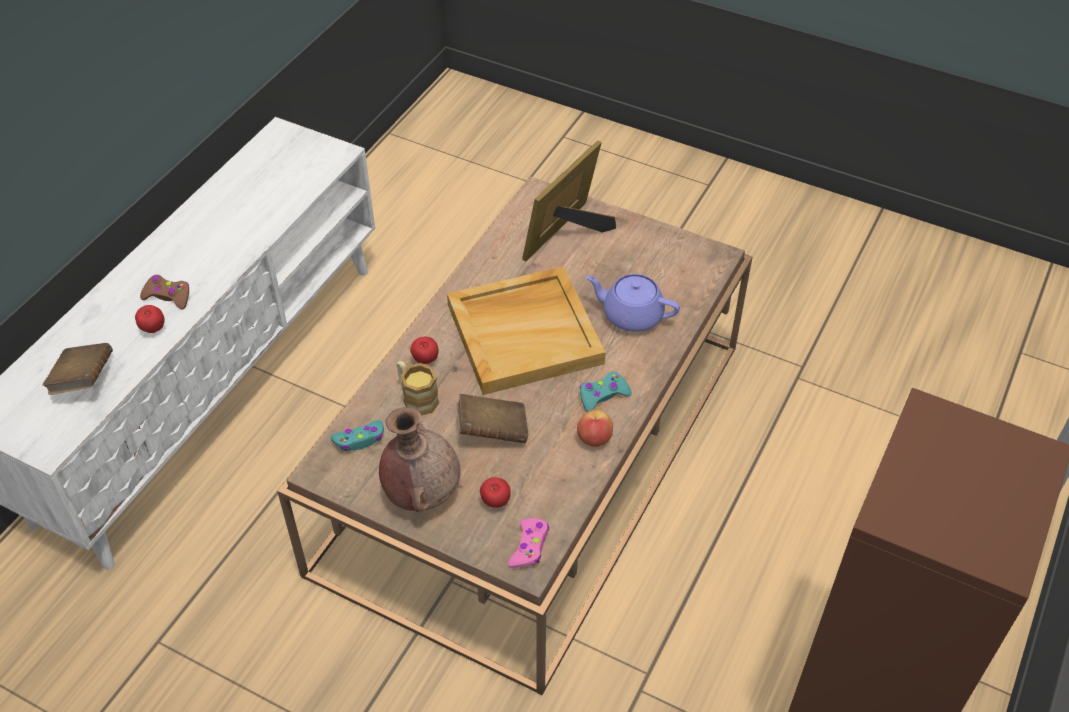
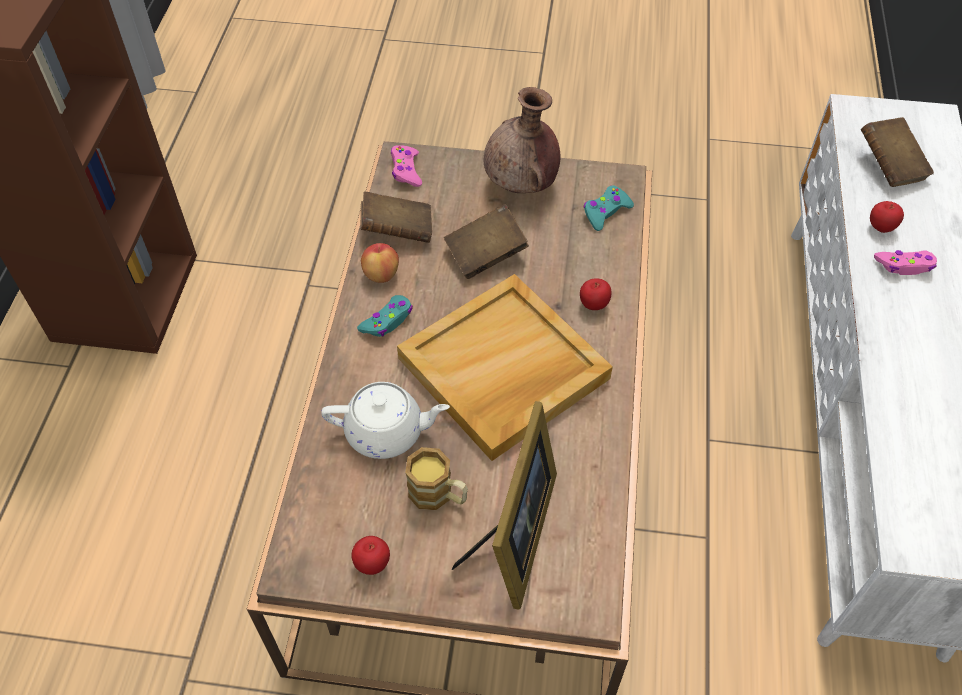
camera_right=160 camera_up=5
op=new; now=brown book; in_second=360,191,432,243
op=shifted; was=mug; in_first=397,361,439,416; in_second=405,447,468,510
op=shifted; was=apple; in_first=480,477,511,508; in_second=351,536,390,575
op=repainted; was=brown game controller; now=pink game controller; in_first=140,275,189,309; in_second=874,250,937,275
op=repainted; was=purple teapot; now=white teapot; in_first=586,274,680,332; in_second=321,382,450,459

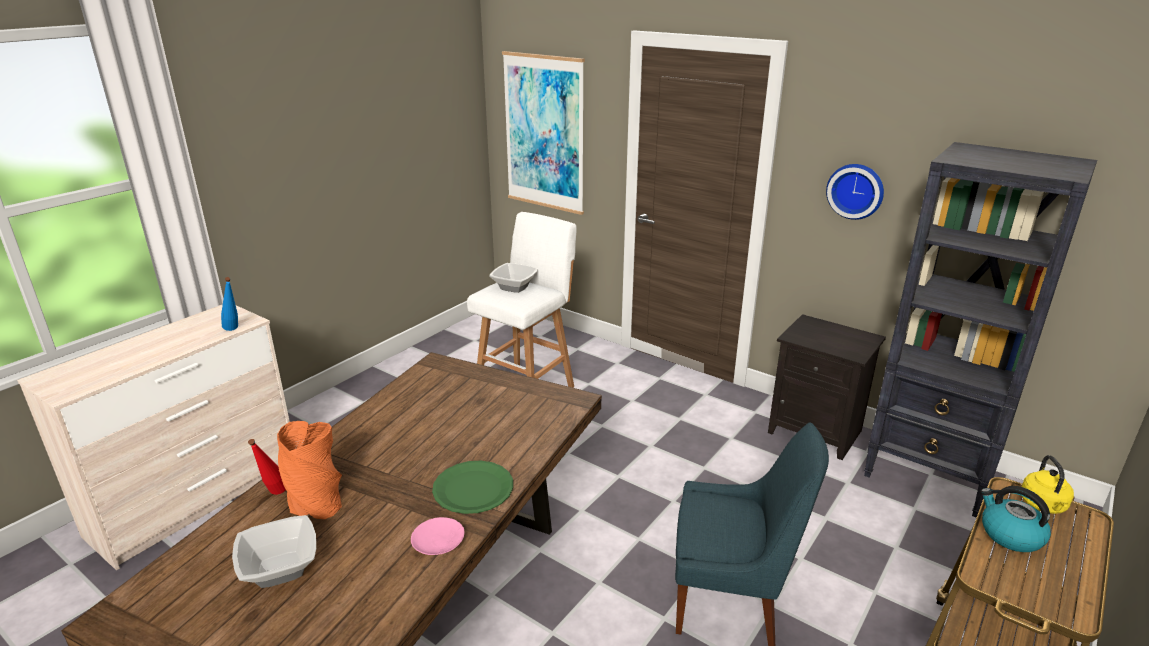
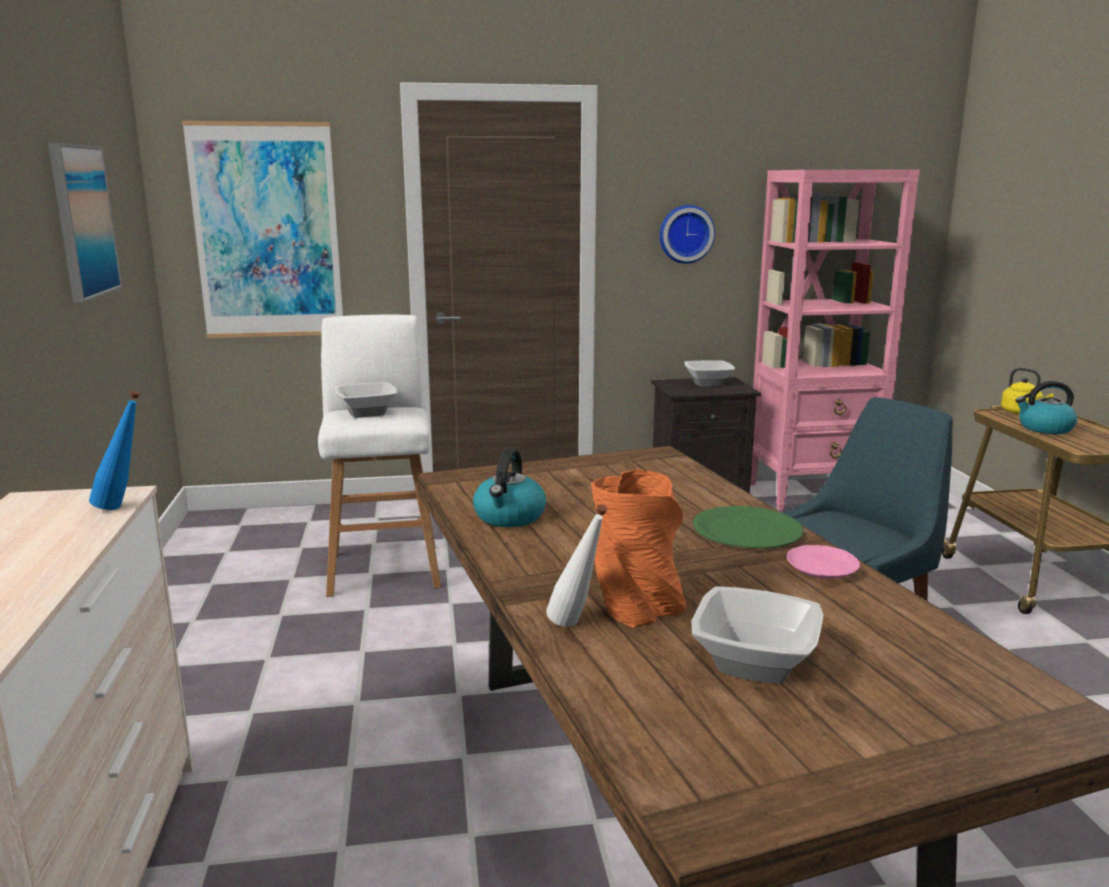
camera_right=-45 camera_up=-10
op=new; now=picture; in_second=48,143,122,303
op=new; now=kettle; in_second=473,449,546,527
op=new; now=bowl; in_second=684,360,735,387
op=repainted; was=red bottle; now=white bottle; in_first=248,439,286,495; in_second=546,504,607,627
op=repainted; was=black bookcase; now=pink bookcase; in_first=864,142,1097,518; in_second=750,170,920,511

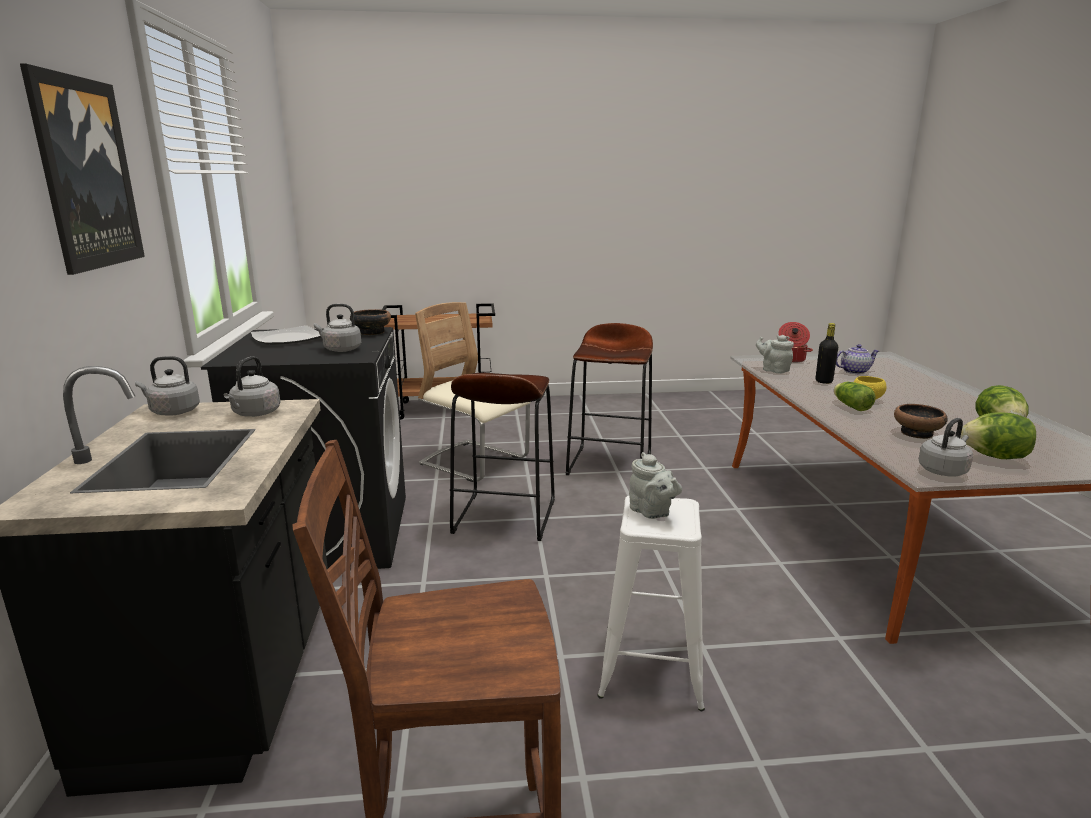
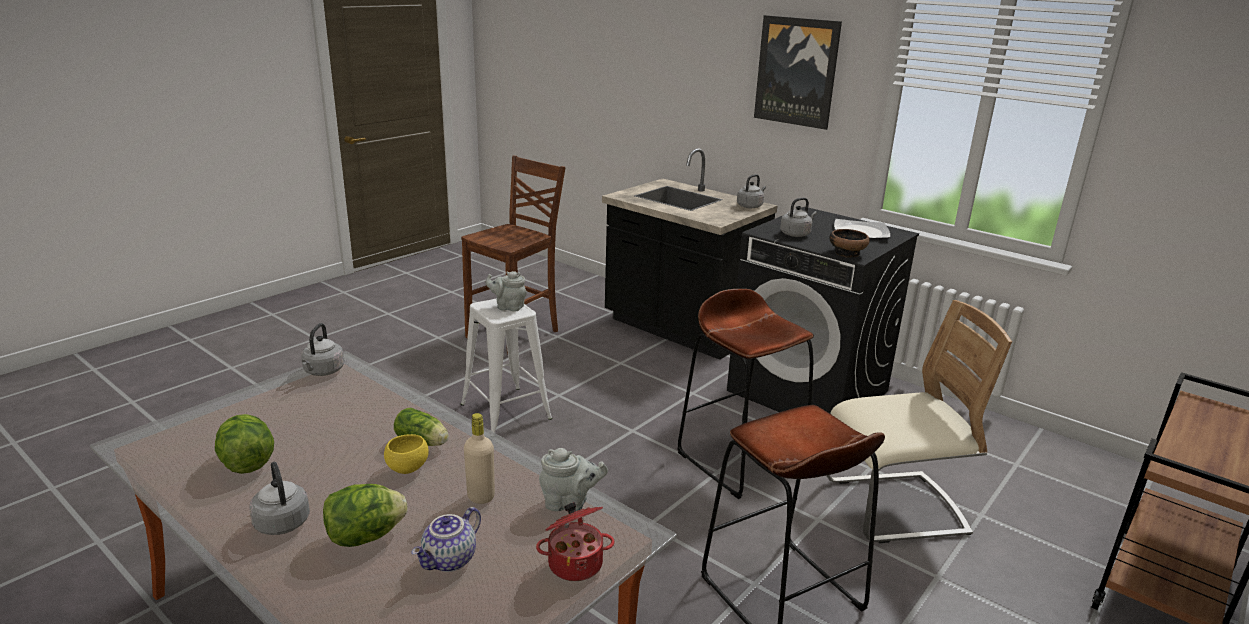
camera_right=135 camera_up=5
op=gone; was=bowl; in_first=894,404,948,439
op=shifted; was=grey kettle; in_first=224,356,280,417; in_second=249,462,310,535
op=shifted; was=lettuce; in_first=960,413,1036,459; in_second=323,484,408,547
op=repainted; was=black bottle; now=beige bottle; in_first=816,323,838,384; in_second=464,413,495,504

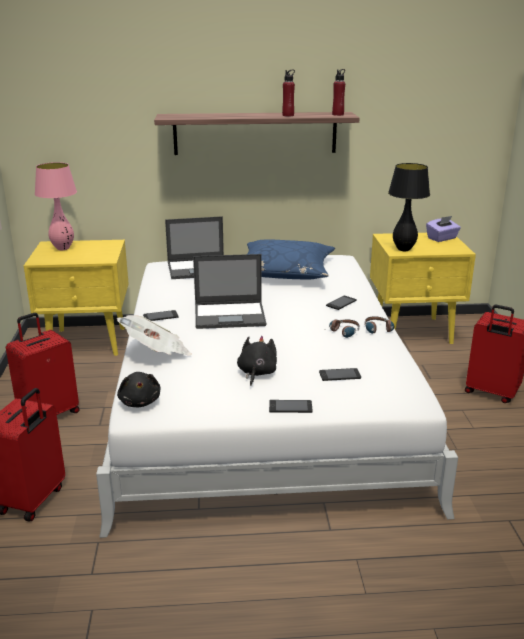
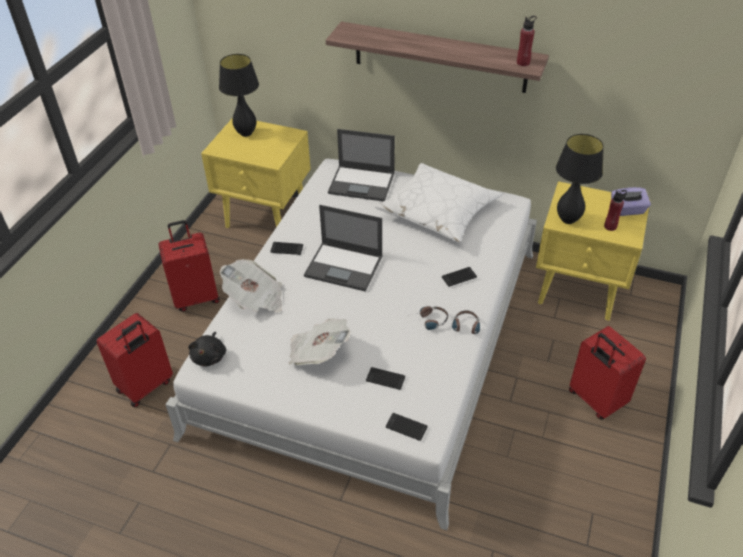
camera_right=25 camera_up=20
op=shifted; was=phone; in_first=269,400,313,413; in_second=386,413,428,441
op=shifted; was=red bottle; in_first=282,69,295,117; in_second=604,190,627,231
op=swapped; was=black plush toy; now=newspaper; in_first=237,336,277,386; in_second=289,319,350,365
op=repainted; was=pink table lamp; now=black table lamp; in_first=35,162,77,250; in_second=219,54,259,137
op=repainted; was=blue pillow; now=white pillow; in_first=247,239,335,280; in_second=374,163,503,243

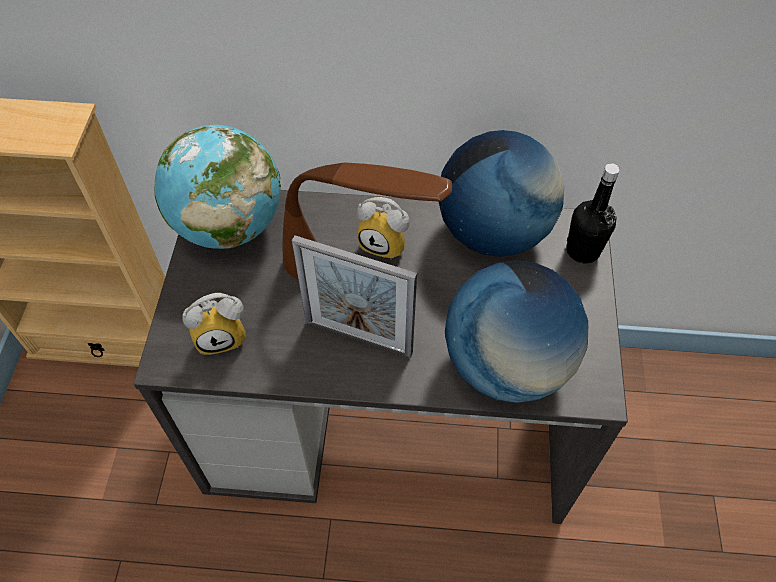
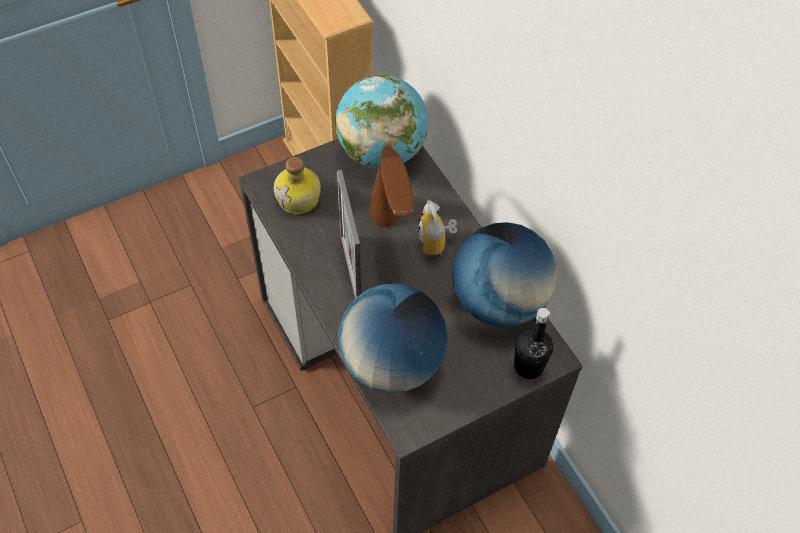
camera_right=55 camera_up=0
op=swapped; was=alarm clock; now=bottle; in_first=182,293,246,355; in_second=274,157,321,214

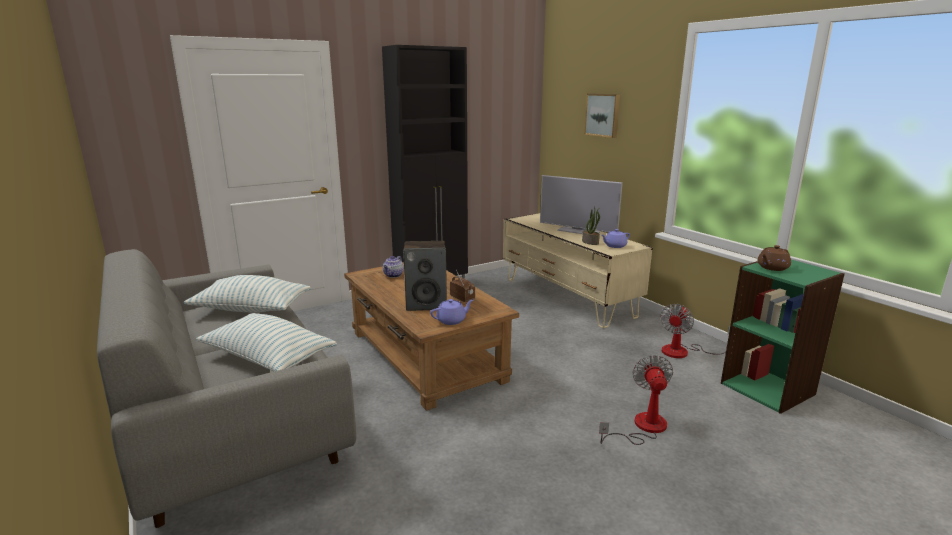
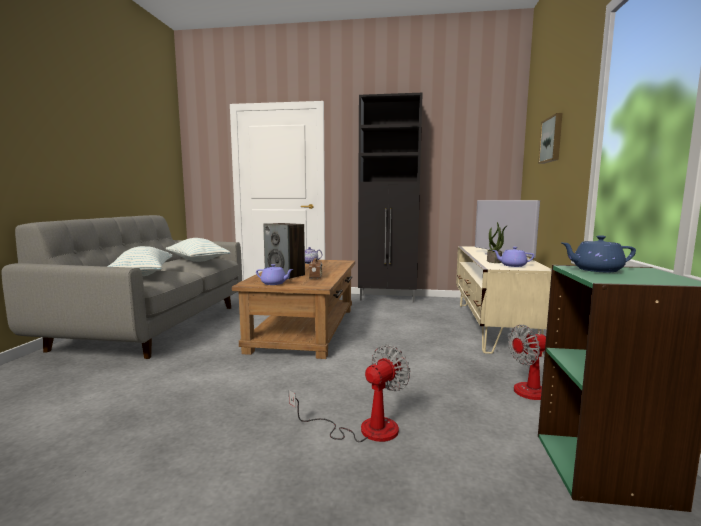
camera_right=40 camera_up=-10
op=repainted; was=brown teapot; now=blue teapot; in_first=757,245,791,271; in_second=562,235,636,272

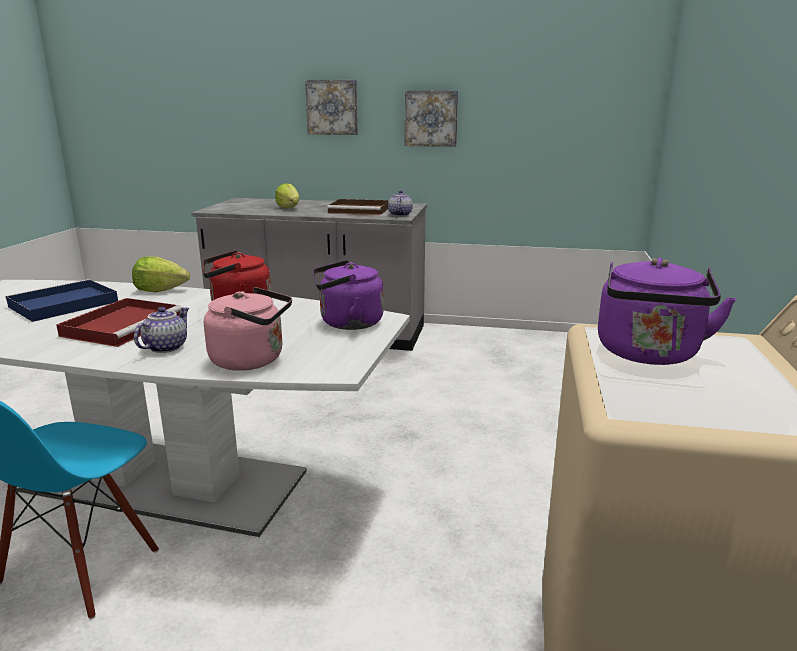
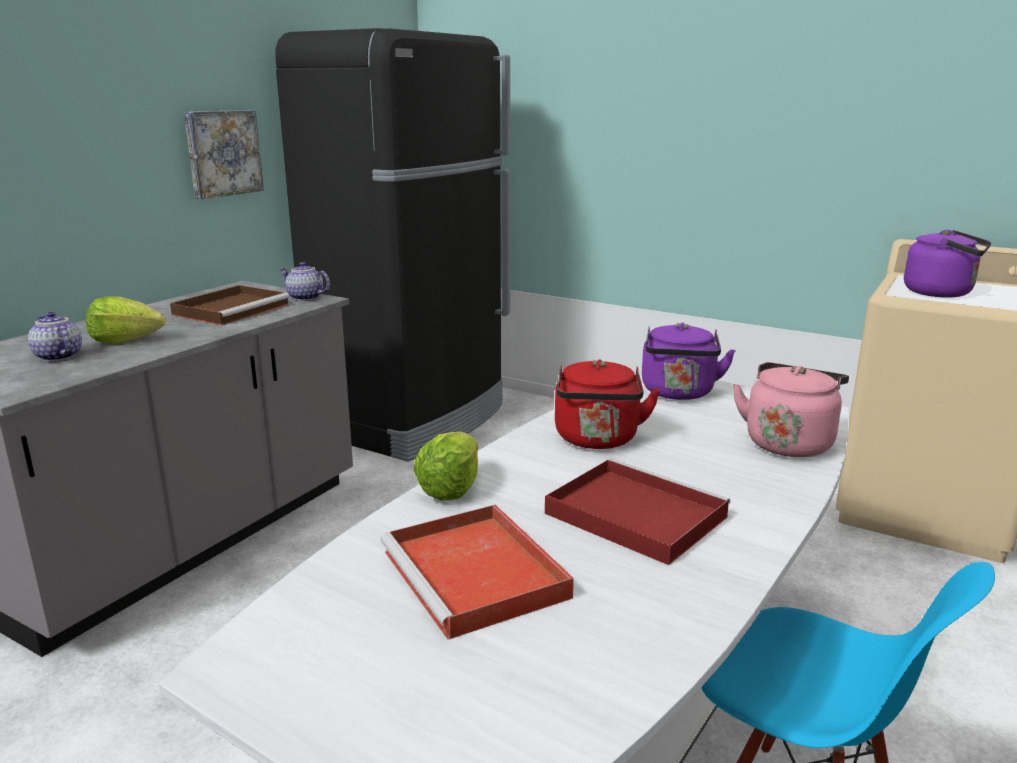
camera_right=-70 camera_up=0
op=gone; was=picture; in_first=305,80,358,135
op=new; now=black fridge; in_second=275,28,510,462
op=shifted; was=teapot; in_first=134,307,189,353; in_second=28,312,82,361
op=repainted; was=blue tray; now=red tray; in_first=5,279,118,322; in_second=380,505,574,640

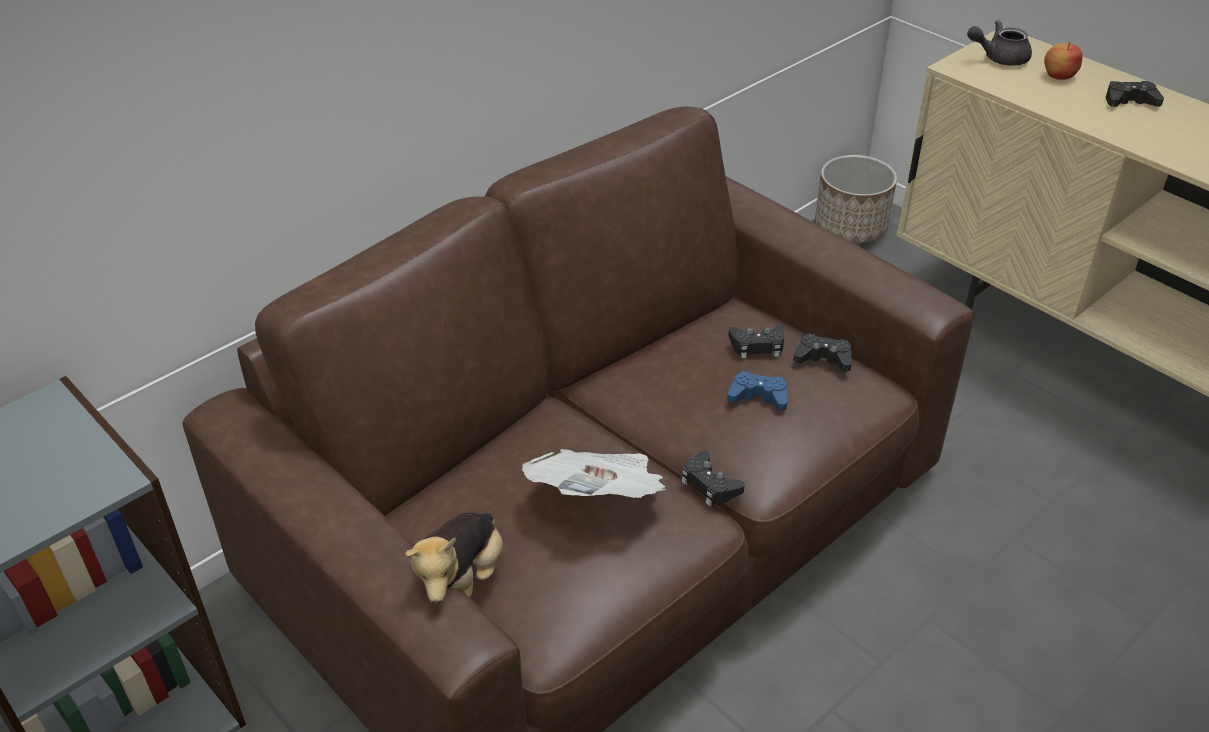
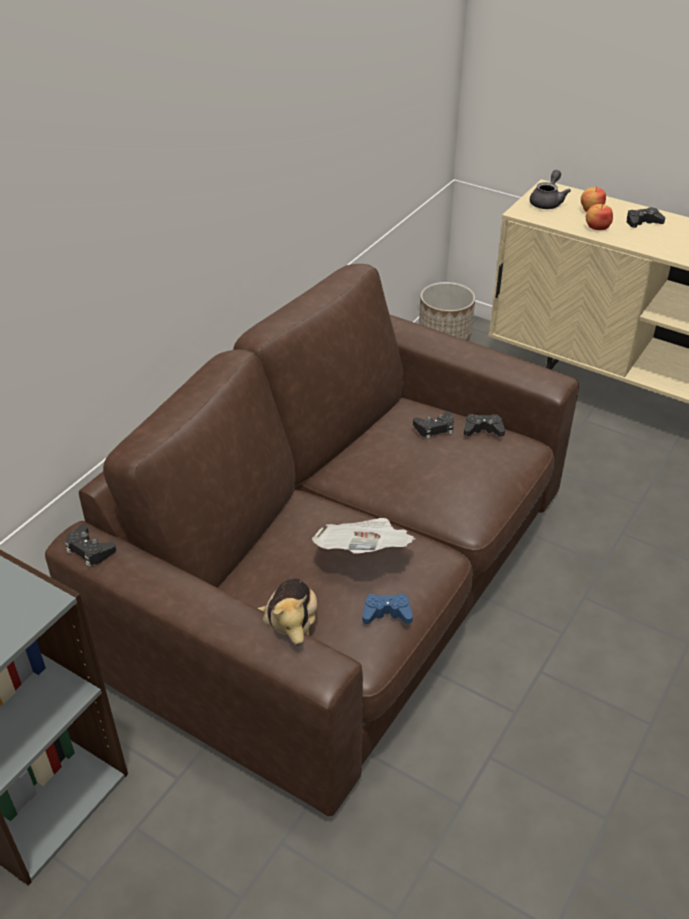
camera_right=-15 camera_up=0
op=new; now=apple; in_second=586,204,613,230
op=shifted; was=black game controller; in_first=681,451,745,506; in_second=65,525,116,567
op=shifted; was=blue game controller; in_first=727,371,787,411; in_second=362,594,413,624
op=rotated; was=grey teapot; in_first=967,20,1032,66; in_second=530,170,571,209; clockwise=135

